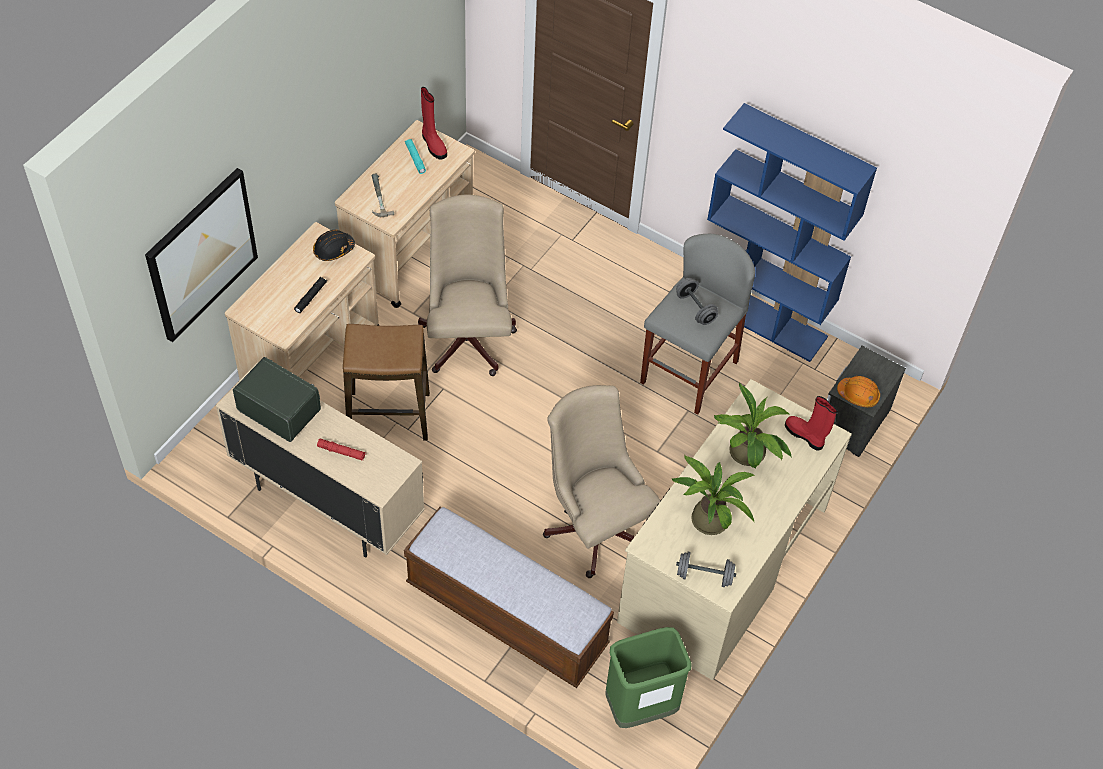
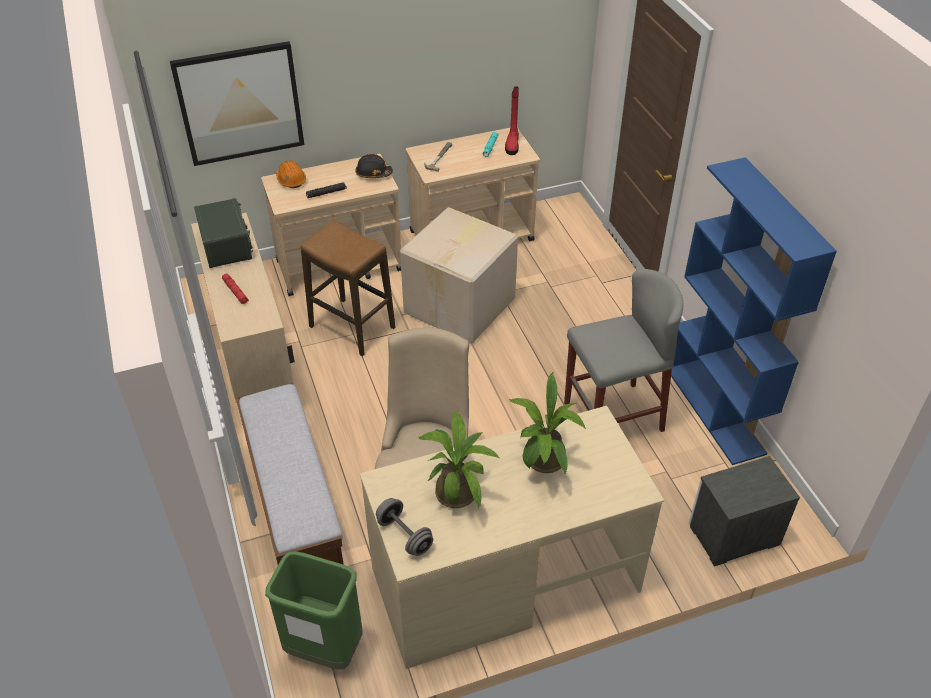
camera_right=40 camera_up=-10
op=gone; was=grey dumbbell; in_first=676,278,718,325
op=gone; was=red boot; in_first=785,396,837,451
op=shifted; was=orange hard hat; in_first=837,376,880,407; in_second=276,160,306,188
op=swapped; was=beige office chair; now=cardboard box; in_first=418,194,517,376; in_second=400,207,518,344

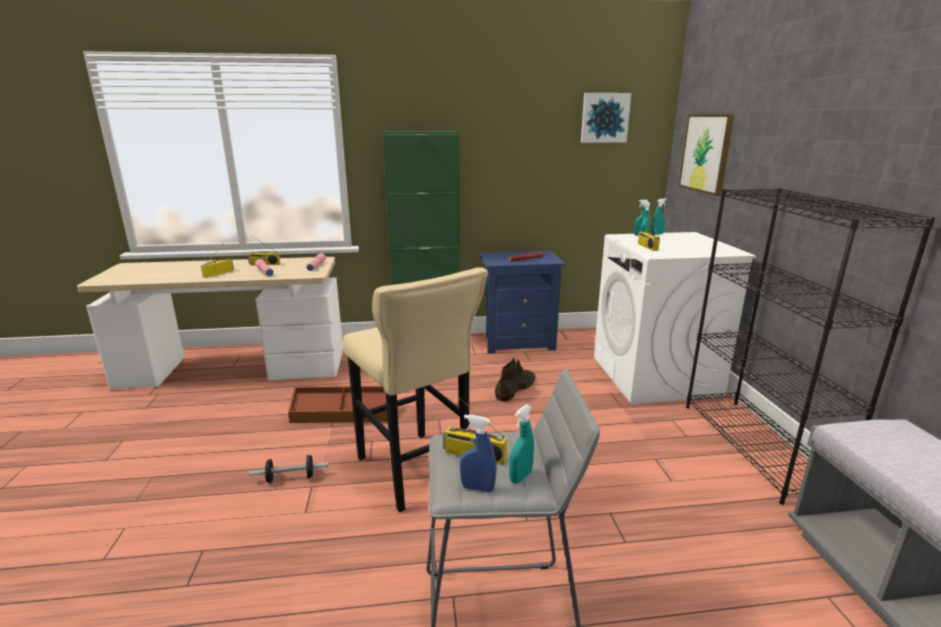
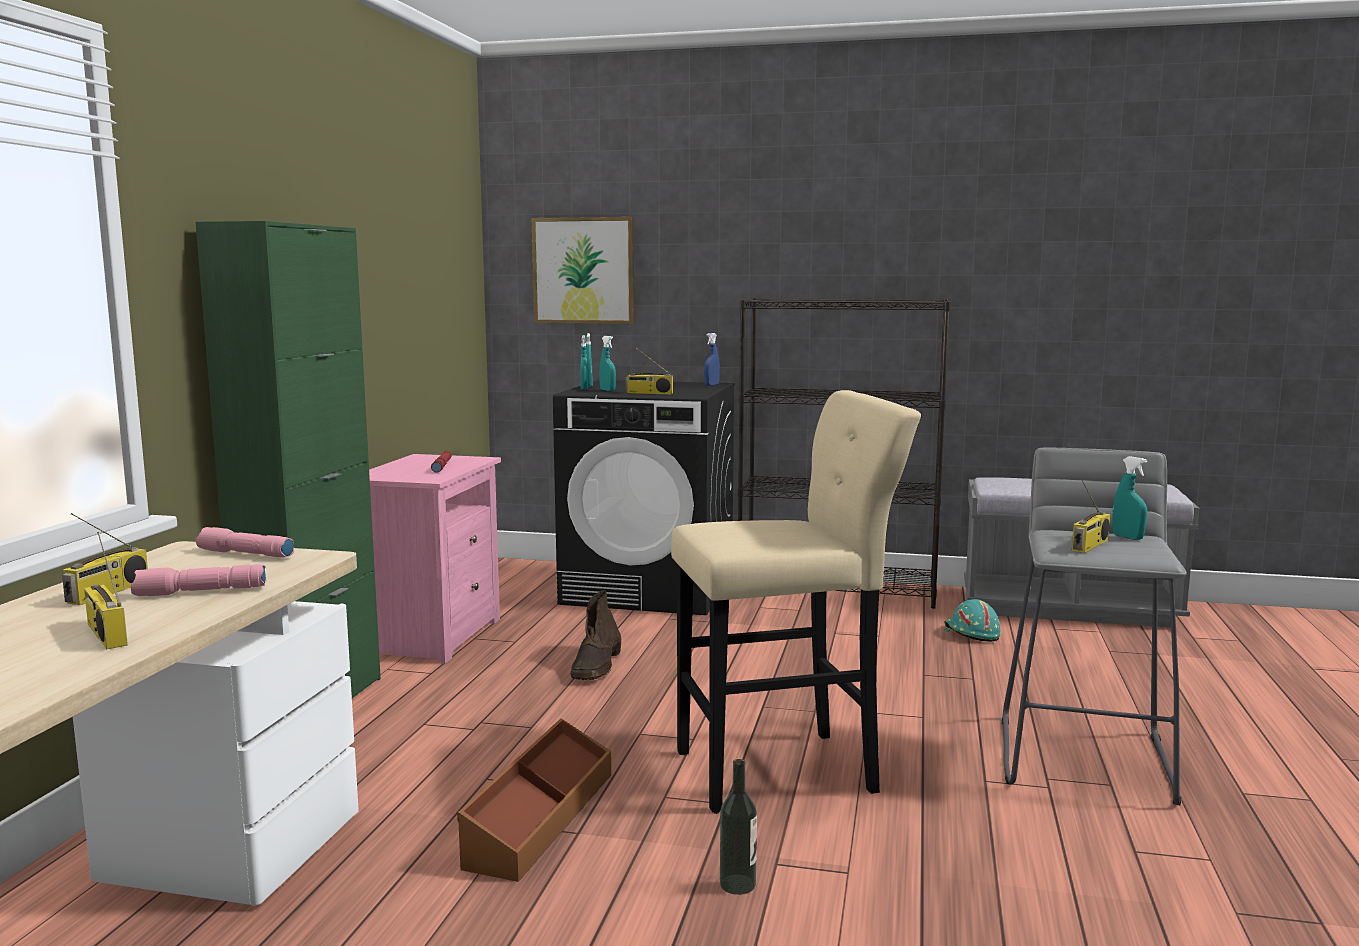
camera_right=-70 camera_up=-10
op=gone; was=picture; in_first=581,93,632,143
op=new; now=turquoise hard hat; in_second=944,599,1001,642
op=shifted; was=blue spray bottle; in_first=460,415,496,493; in_second=704,333,720,386
op=swapped; was=dumbbell; now=bottle; in_first=249,455,329,483; in_second=720,759,757,895
op=repainted; was=blue nightstand; now=pink nightstand; in_first=479,251,565,354; in_second=369,454,501,664
op=repainted; was=white washing machine; now=black washing machine; in_first=594,232,756,404; in_second=553,380,735,615
op=rotated; was=brown boot; in_first=495,358,535,401; in_second=571,590,622,680; clockwise=-135

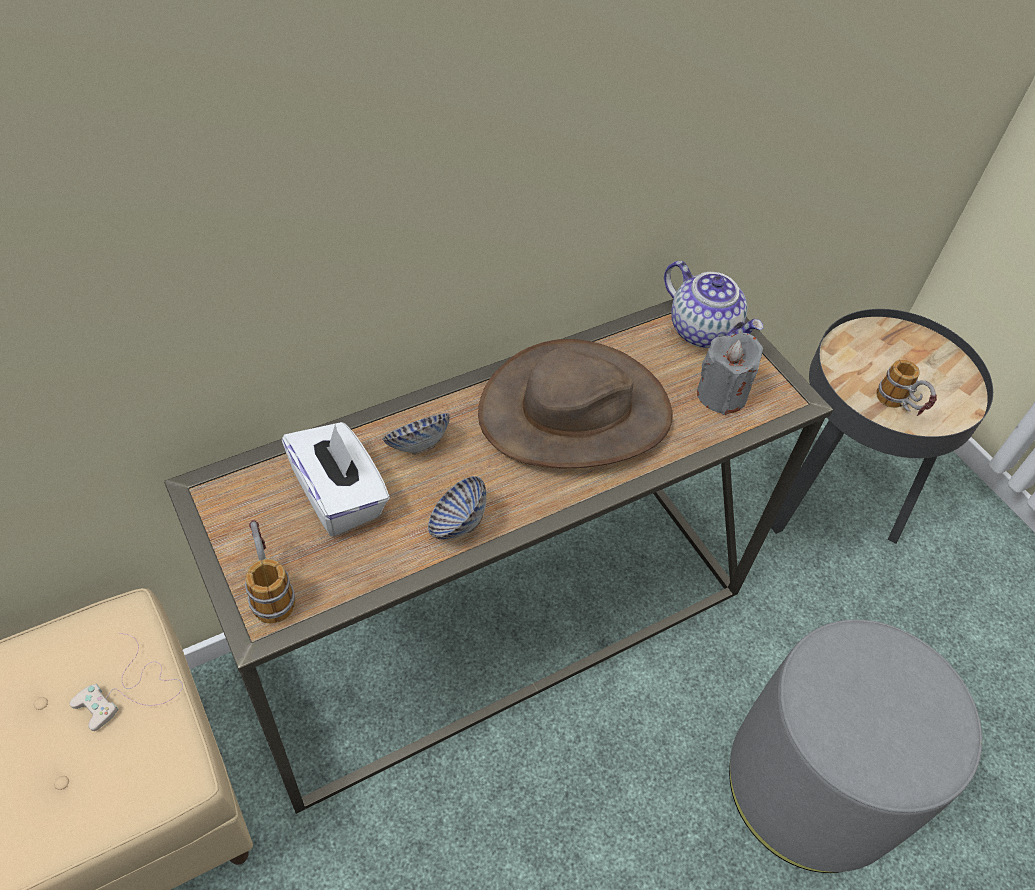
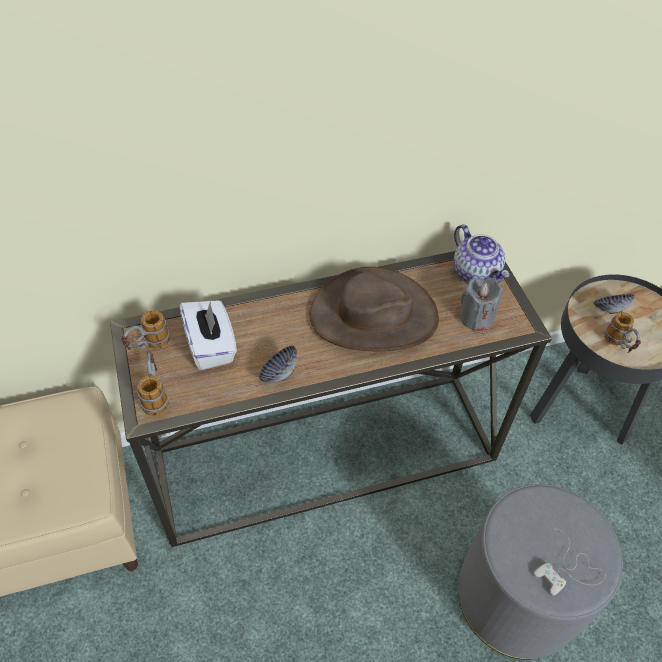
camera_right=15 camera_up=0
op=new; now=mug; in_second=121,310,170,350
op=shifted; was=white game controller; in_first=70,633,183,731; in_second=534,529,606,596
op=shifted; was=bowl; in_first=382,413,450,455; in_second=593,294,634,314

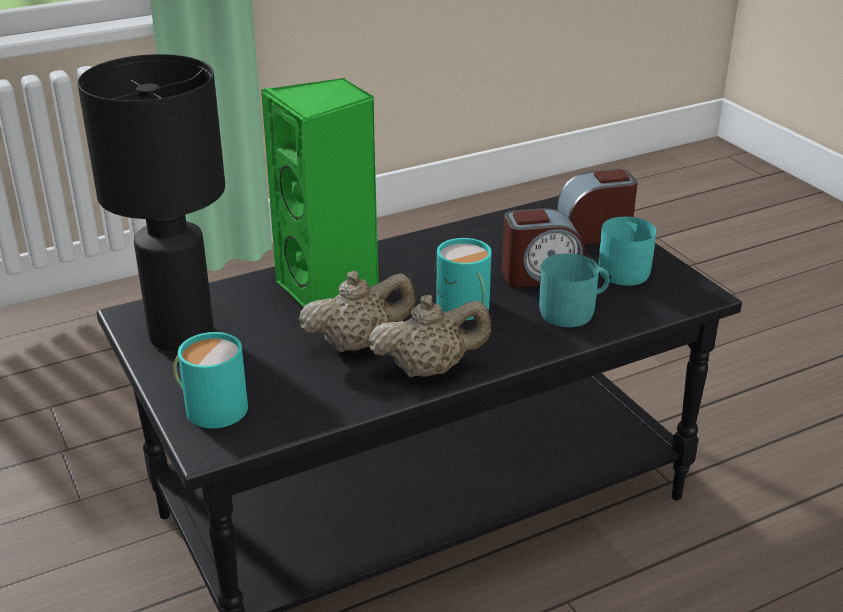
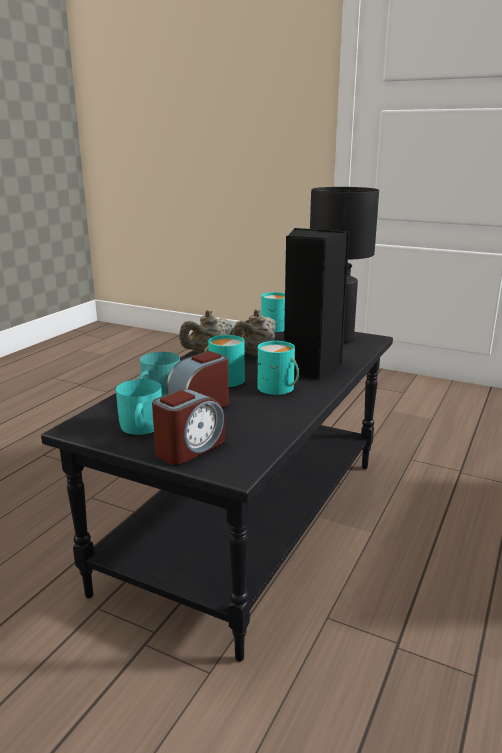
camera_right=145 camera_up=-10
op=new; now=turquoise mug; in_second=257,341,299,395
op=repainted; was=green speaker; now=black speaker; in_first=261,78,379,307; in_second=284,228,350,379

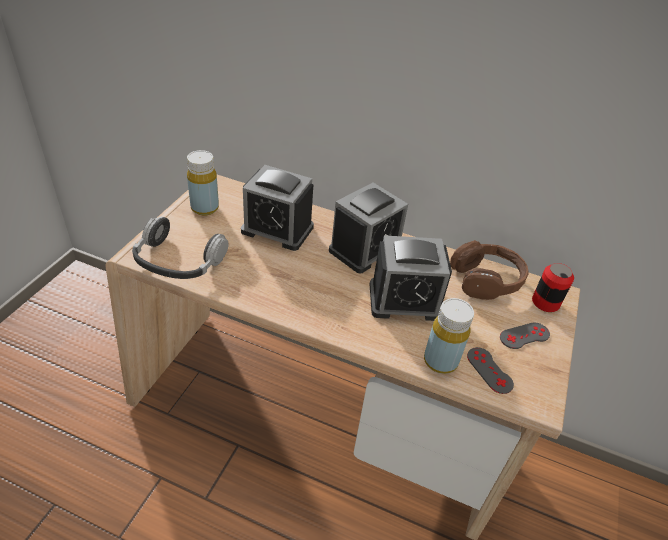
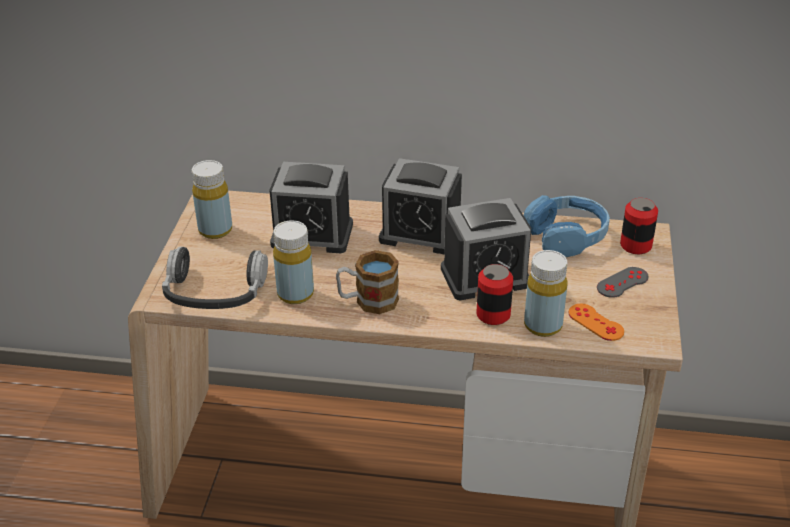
camera_right=-10 camera_up=-5
op=new; now=yellow bottle; in_second=273,220,314,304
op=new; now=mug; in_second=336,250,399,314
op=new; now=can; in_second=476,264,513,325
op=repainted; was=brown headphones; now=blue headphones; in_first=450,240,529,300; in_second=524,195,610,257
op=repainted; was=grey game controller; now=orange game controller; in_first=467,347,514,394; in_second=568,304,624,341
op=rotated; was=alarm clock; in_first=329,183,408,273; in_second=379,158,462,254; clockwise=75

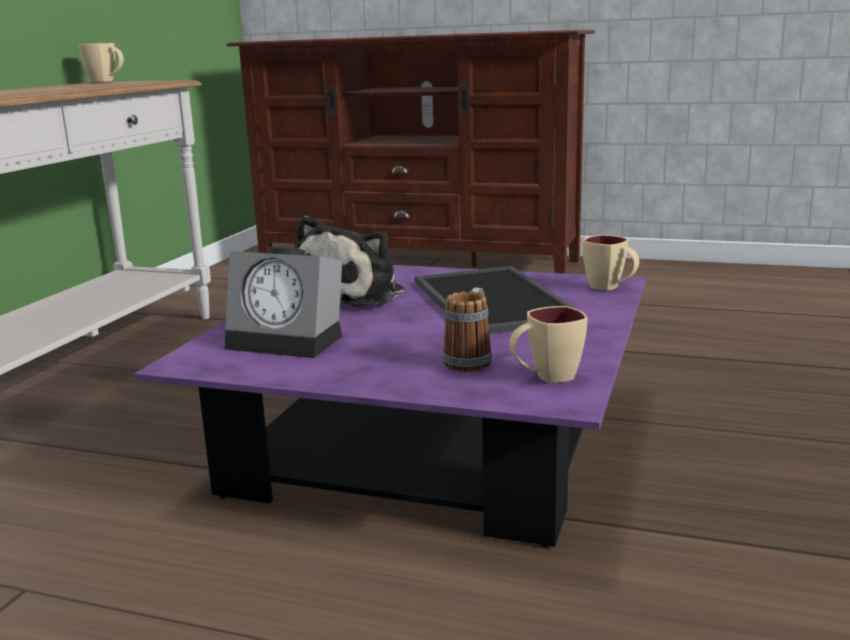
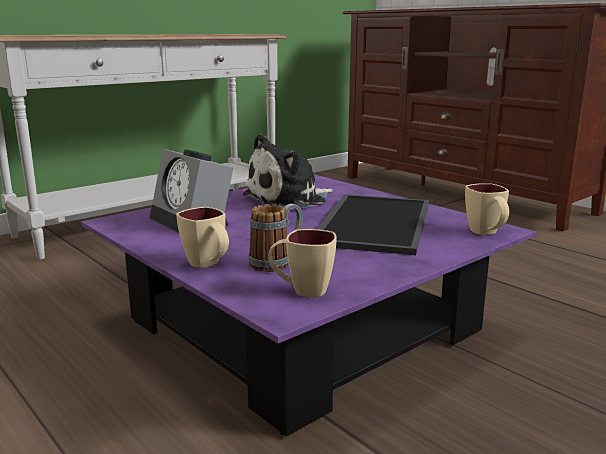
camera_right=30 camera_up=0
op=shifted; was=beige mug; in_first=78,43,124,82; in_second=176,207,229,268

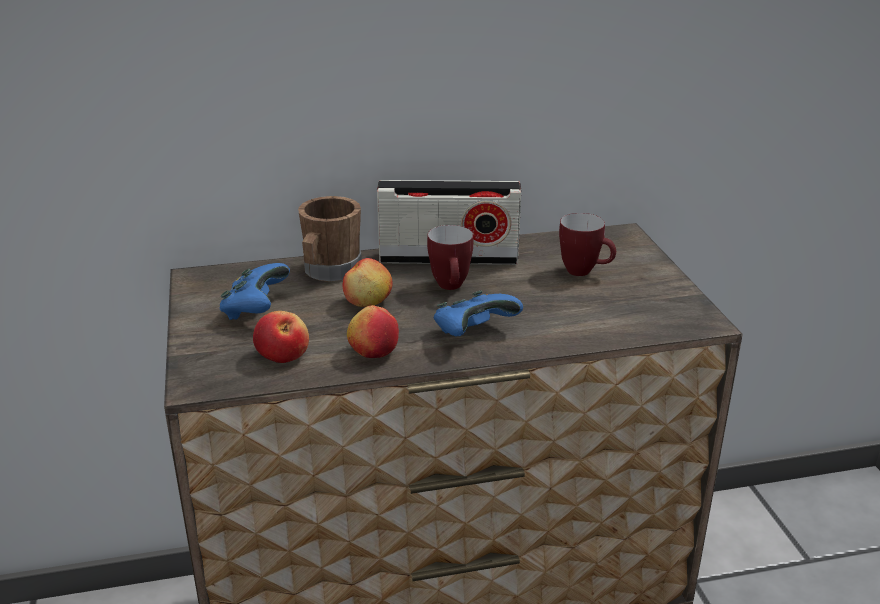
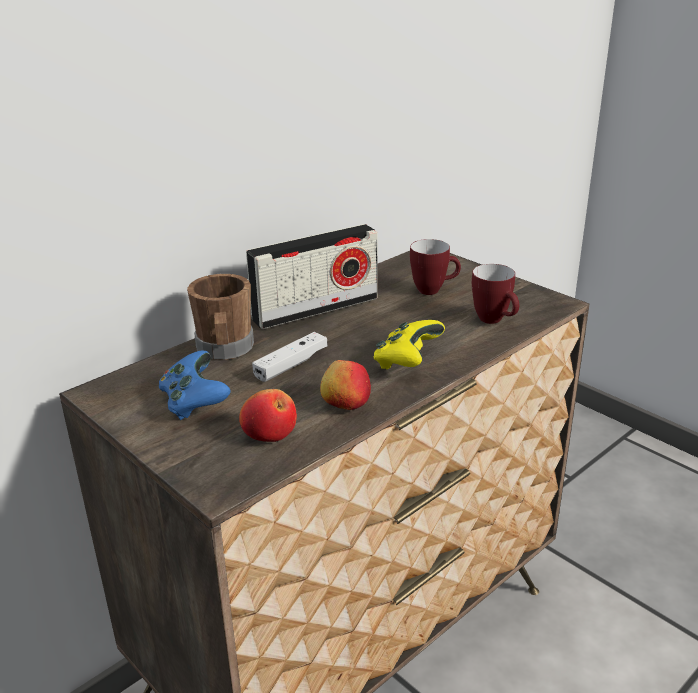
camera_right=-30 camera_up=0
op=shifted; was=mug; in_first=427,225,473,290; in_second=472,264,519,324
op=swapped; was=apple; now=white game controller; in_first=343,258,393,307; in_second=252,332,328,382
op=repainted; was=blue game controller; now=yellow game controller; in_first=433,291,523,336; in_second=373,320,445,370

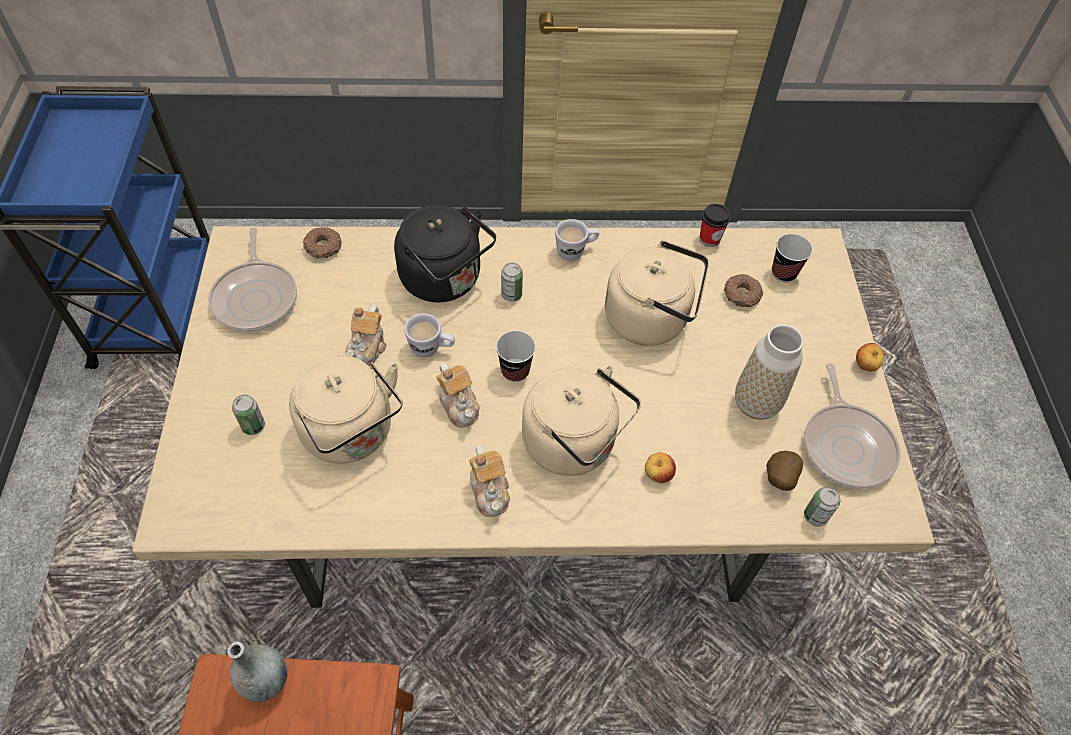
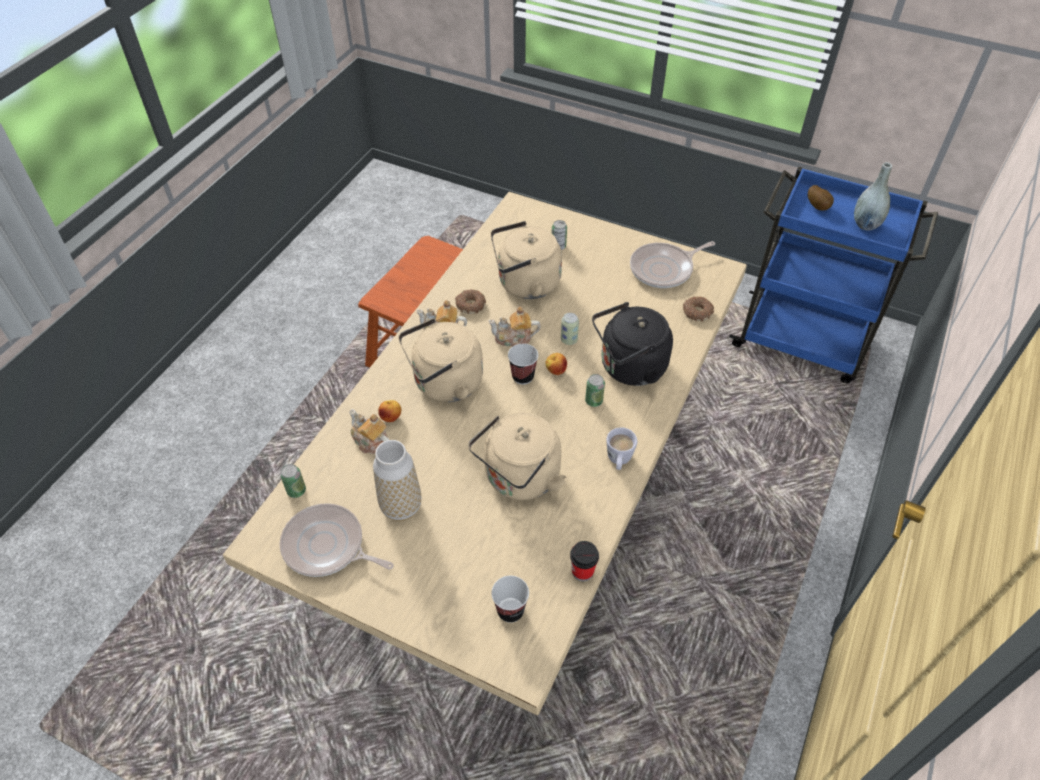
camera_right=120 camera_up=-5
op=shifted; was=grey vase; in_first=227,642,287,702; in_second=854,162,892,231
op=shifted; was=teapot; in_first=346,305,386,366; in_second=349,409,389,454
op=shifted; was=donut; in_first=724,274,763,307; in_second=455,289,486,314
op=shifted; was=potato; in_first=766,451,803,491; in_second=808,185,834,211
op=shifted; was=apple; in_first=856,343,884,372; in_second=546,353,567,375
op=swapped; was=white mug; now=can; in_first=404,313,455,357; in_second=561,313,579,345
op=rotated; was=frying pan; in_first=208,228,297,331; in_second=630,241,715,288; clockwise=-45

